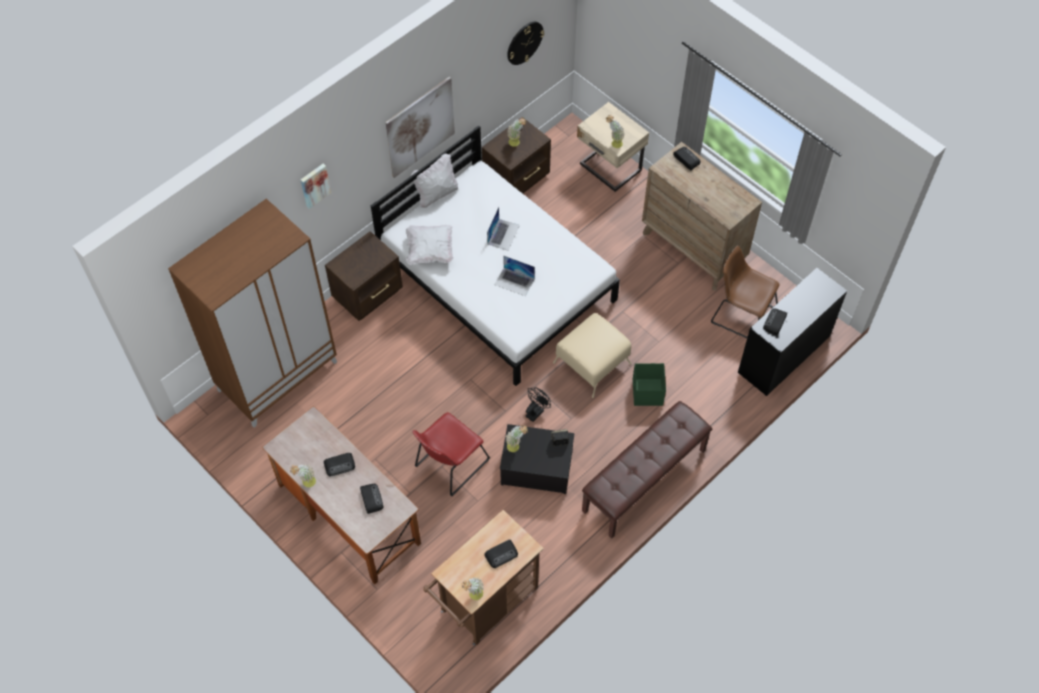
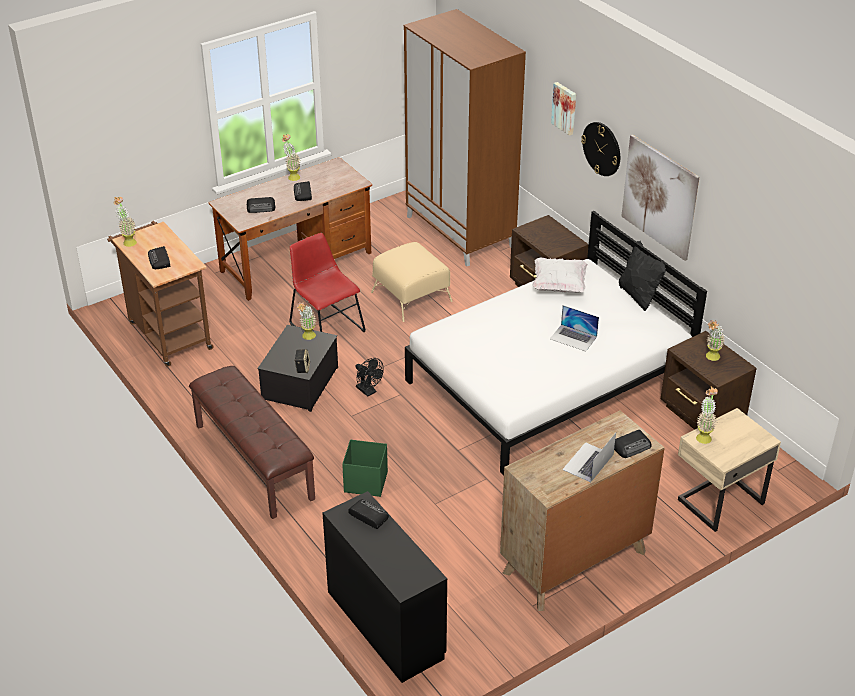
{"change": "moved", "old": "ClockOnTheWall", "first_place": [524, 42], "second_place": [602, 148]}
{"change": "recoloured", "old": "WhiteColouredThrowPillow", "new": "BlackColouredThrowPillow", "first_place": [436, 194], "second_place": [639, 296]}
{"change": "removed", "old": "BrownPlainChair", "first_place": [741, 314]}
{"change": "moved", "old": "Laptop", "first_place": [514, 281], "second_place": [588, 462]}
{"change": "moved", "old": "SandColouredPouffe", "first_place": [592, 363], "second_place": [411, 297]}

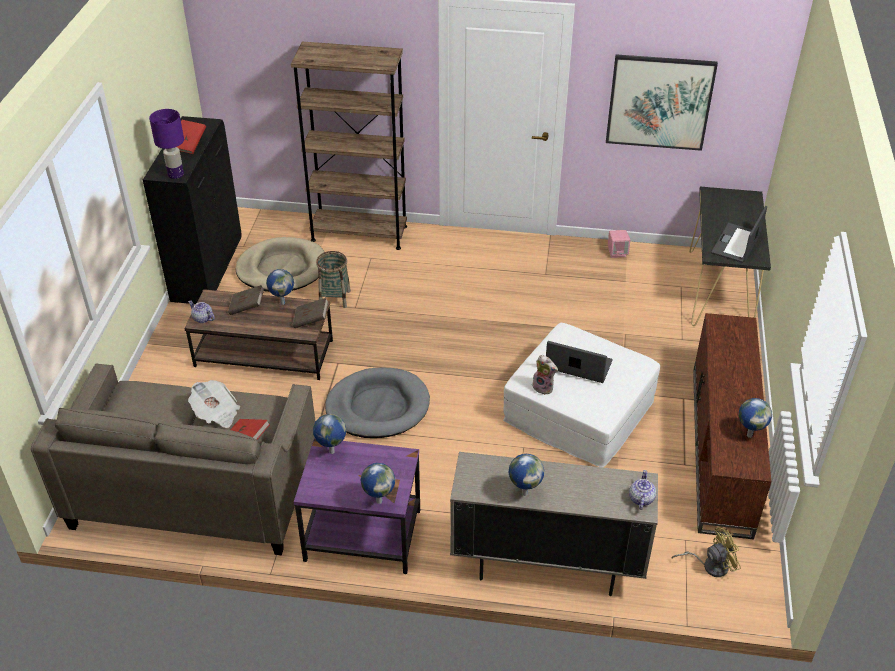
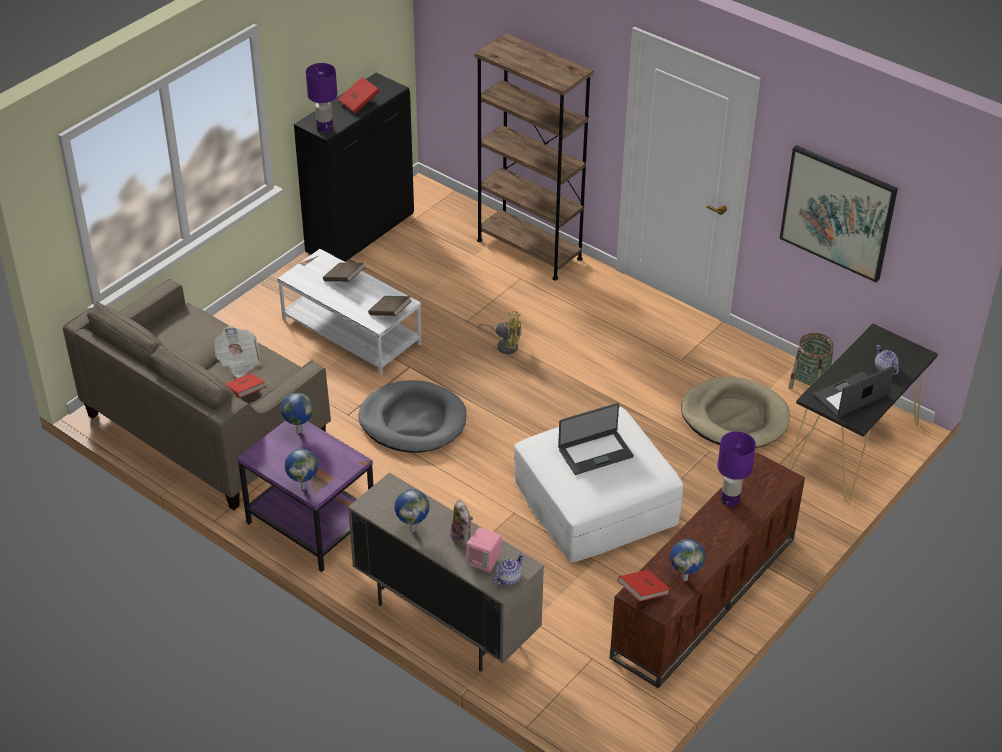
{"change": "moved", "old": "PinkColouredAudioSpeaker", "first_place": [617, 253], "second_place": [484, 562]}
{"change": "moved", "old": "SandColouredDogCushion", "first_place": [282, 269], "second_place": [734, 417]}
{"change": "moved", "old": "StorageBasket", "first_place": [334, 298], "second_place": [808, 385]}
{"change": "removed", "old": "WorldGlobe", "first_place": [282, 302]}
{"change": "recoloured", "old": "BrownCoffeeTable", "new": "WhiteColouredCoffeeTable", "first_place": [263, 354], "second_place": [350, 332]}
{"change": "moved", "old": "Teapot", "first_place": [202, 318], "second_place": [884, 368]}
{"change": "turned", "old": "Laptop", "first_place": [578, 365], "second_place": [595, 452], "degrees": 105}
{"change": "moved", "old": "CuddlyToy", "first_place": [544, 387], "second_place": [462, 538]}
{"change": "moved", "old": "YellowElectricFan", "first_place": [710, 565], "second_place": [505, 345]}
{"change": "added", "new": "PurpleColouredTableLamp", "second_place": [730, 500]}
{"change": "added", "new": "ReddishVolume", "second_place": [642, 592]}

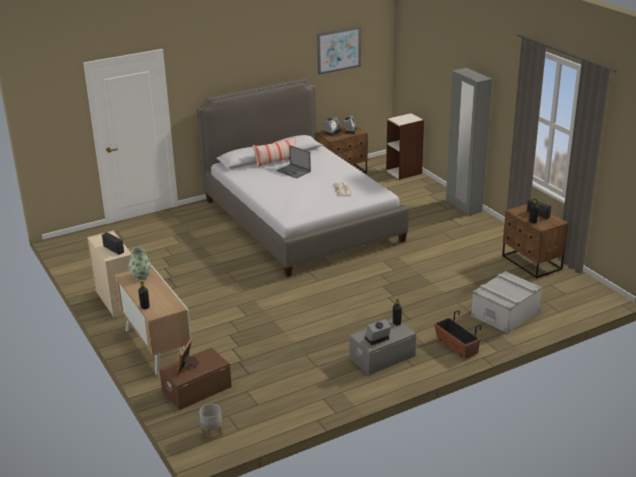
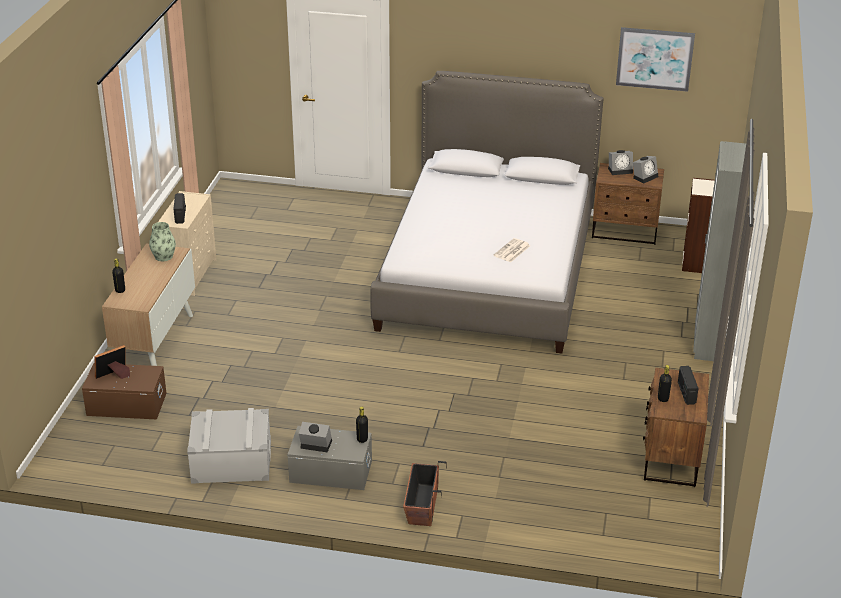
{"change": "removed", "old": "ThrowPillow", "first_place": [276, 162]}
{"change": "removed", "old": "Laptop", "first_place": [294, 171]}
{"change": "moved", "old": "GrayStorageBin", "first_place": [505, 313], "second_place": [231, 461]}
{"change": "removed", "old": "GrayPlanter", "first_place": [211, 433]}

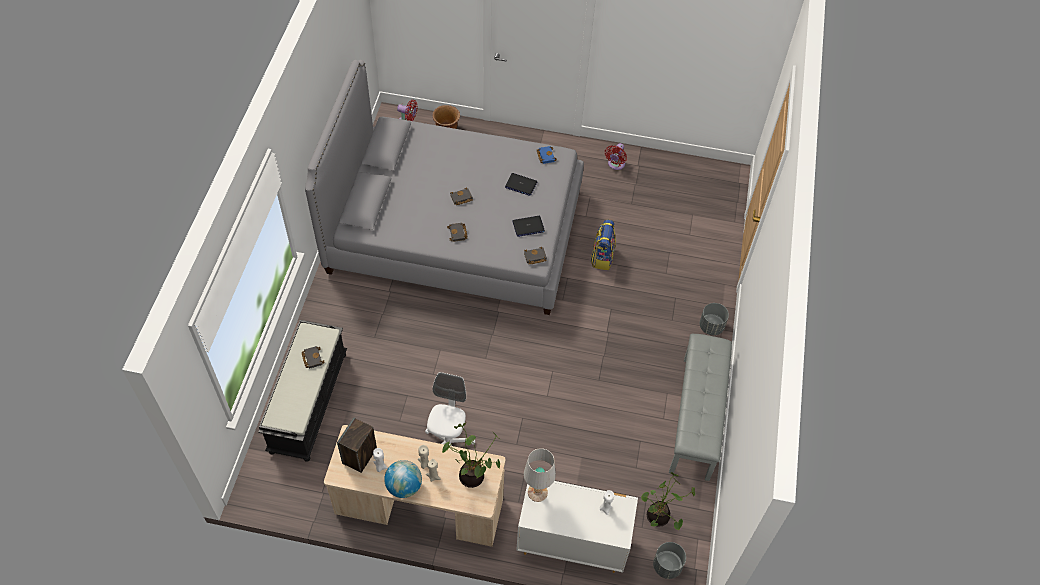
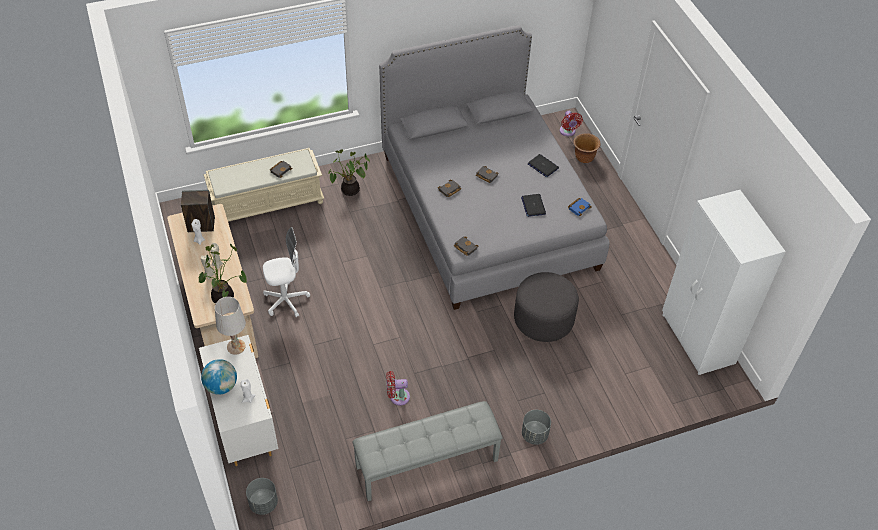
{"change": "moved", "old": "ReddishElectricFan", "first_place": [615, 165], "second_place": [397, 397]}
{"change": "moved", "old": "Laptop", "first_place": [528, 226], "second_place": [543, 166]}
{"change": "replaced", "old": "Knapsack", "new": "GrayPouffe", "first_place": [602, 257], "second_place": [543, 319]}
{"change": "recoloured", "old": "BlackColouredLongSeat", "new": "SandColouredLongSeat", "first_place": [308, 401], "second_place": [268, 203]}
{"change": "moved", "old": "WorldGlobe", "first_place": [404, 486], "second_place": [221, 386]}
{"change": "moved", "old": "PottedPlant", "first_place": [659, 518], "second_place": [349, 191]}
{"change": "added", "new": "WhiteColouredArmoire", "second_place": [697, 340]}

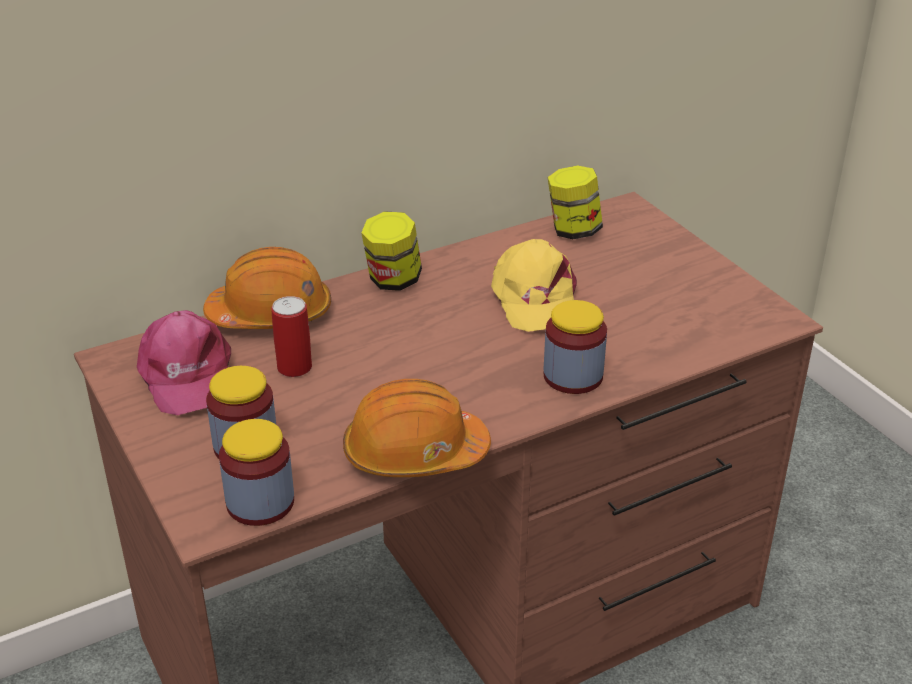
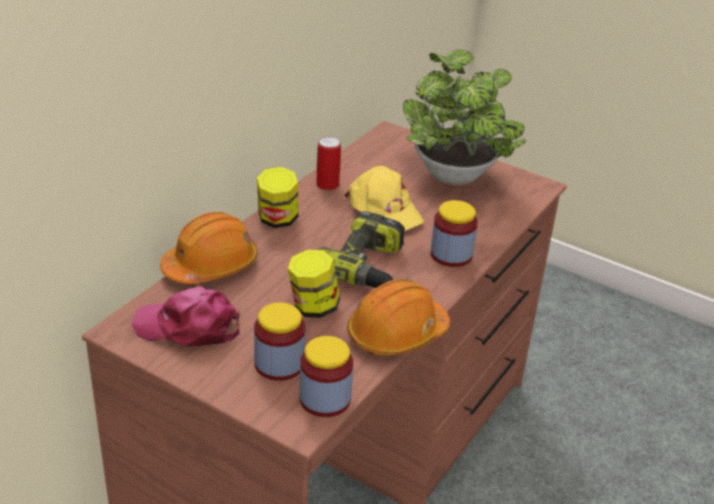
{"change": "moved", "old": "StorageJar", "first_place": [573, 231], "second_place": [313, 307]}
{"change": "moved", "old": "Can", "first_place": [294, 367], "second_place": [327, 185]}
{"change": "turned", "old": "PinkColouredPeakedCap", "first_place": [186, 375], "second_place": [188, 327], "degrees": 150}
{"change": "added", "new": "PottedPlant", "second_place": [456, 178]}
{"change": "added", "new": "PowerDrill", "second_place": [368, 266]}

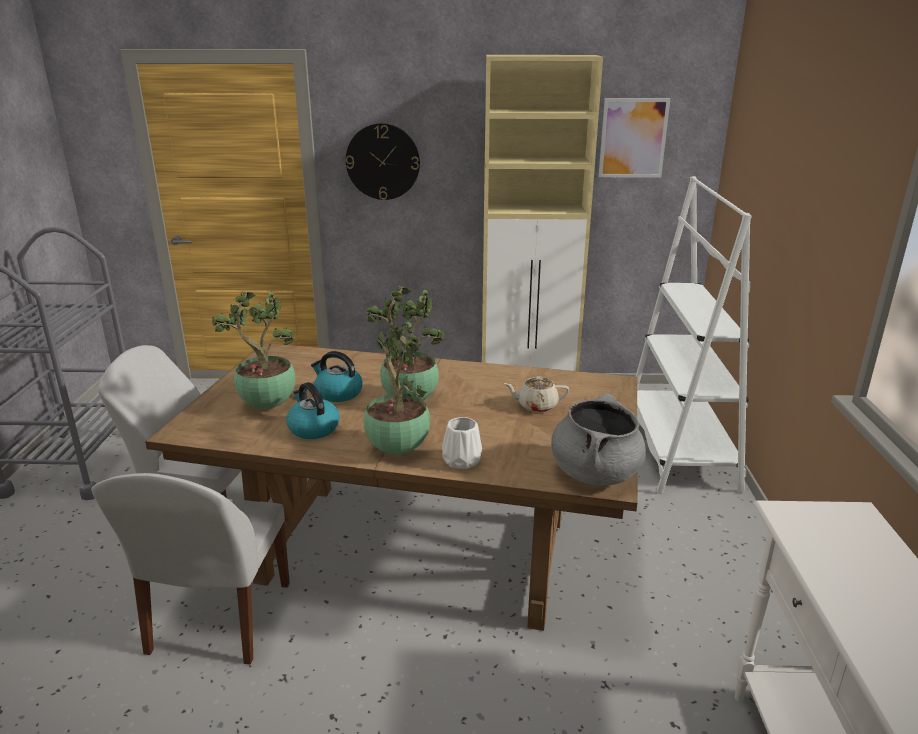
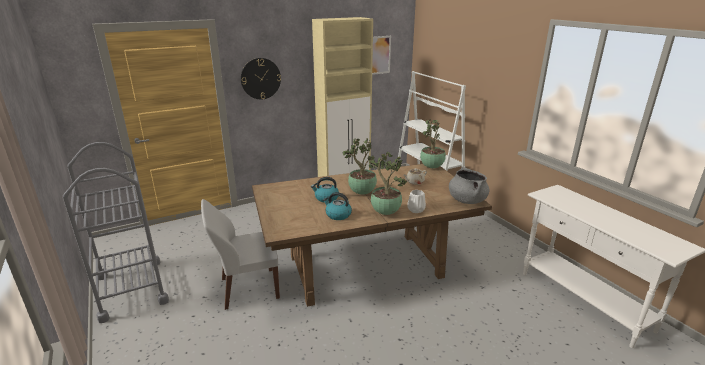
{"change": "moved", "old": "PottedPlant", "first_place": [266, 405], "second_place": [431, 167]}
{"change": "removed", "old": "WhiteColouredPlainChair", "first_place": [218, 621]}

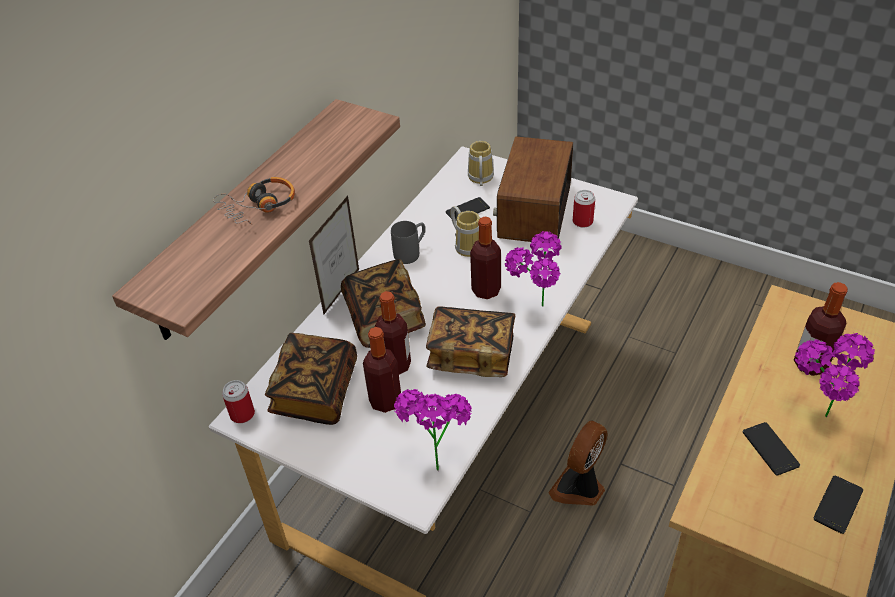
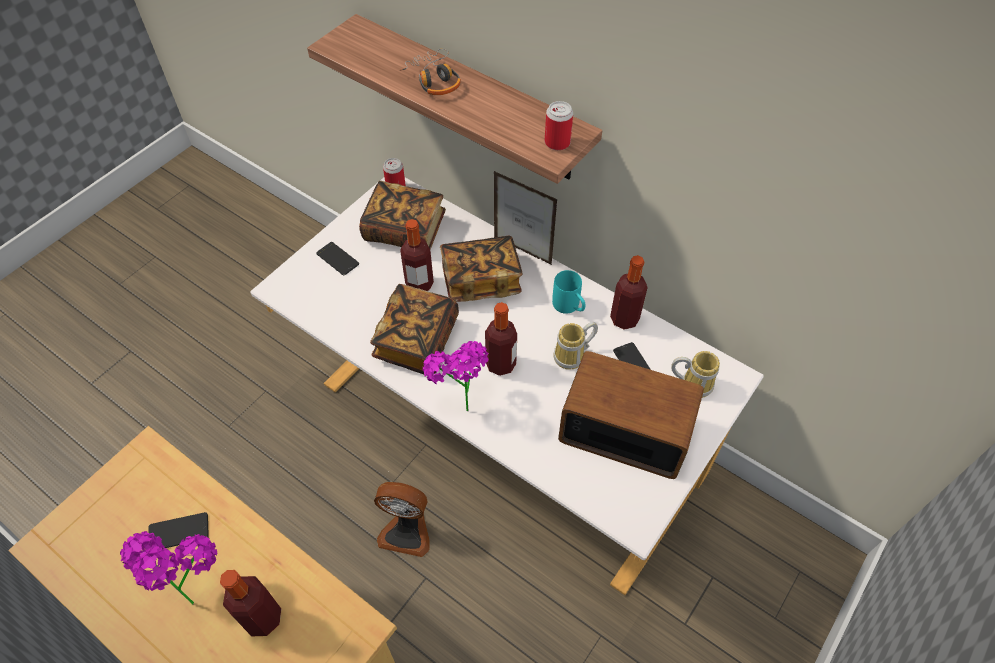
{"change": "moved", "old": "Can", "first_place": [582, 221], "second_place": [557, 142]}
{"change": "recoloured", "old": "GrayTeaMug", "new": "TurquoiseColouredTeaMug", "first_place": [411, 252], "second_place": [569, 307]}
{"change": "moved", "old": "Bottle", "first_place": [385, 401], "second_place": [624, 319]}
{"change": "removed", "old": "PottedPlant", "first_place": [435, 458]}
{"change": "turned", "old": "ElectricFan", "first_place": [579, 488], "second_place": [407, 531], "degrees": 150}
{"change": "moved", "old": "Handset", "first_place": [838, 504], "second_place": [337, 259]}

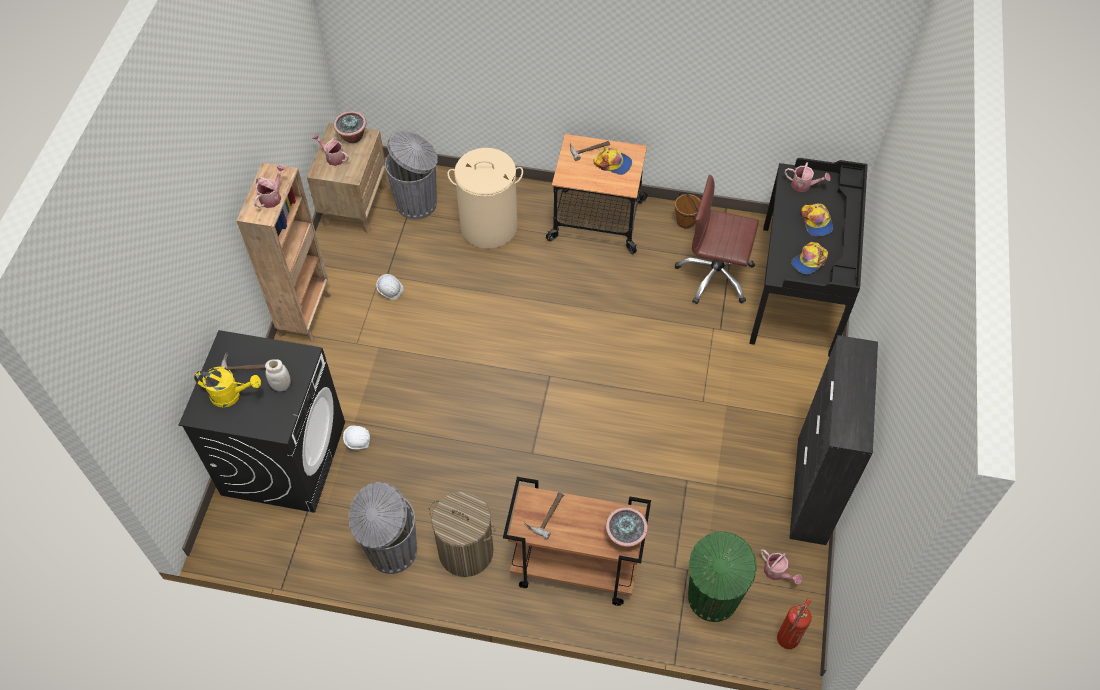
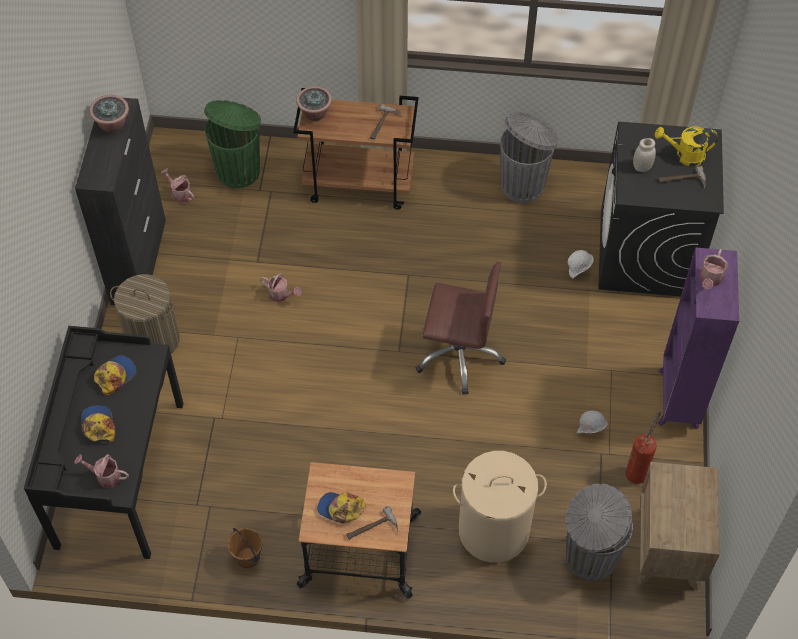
{"change": "moved", "old": "PottedPlant", "first_place": [352, 137], "second_place": [113, 124]}
{"change": "moved", "old": "WateringPot", "first_place": [333, 157], "second_place": [281, 295]}
{"change": "recoloured", "old": "BrownShelvingUnit", "new": "PurpleColouredShelvingUnit", "first_place": [306, 313], "second_place": [678, 400]}
{"change": "moved", "old": "BrownDeskChair", "first_place": [715, 276], "second_place": [459, 354]}
{"change": "moved", "old": "Hamper", "first_place": [466, 551], "second_place": [153, 339]}
{"change": "moved", "old": "Extinguisher", "first_place": [785, 643], "second_place": [638, 470]}

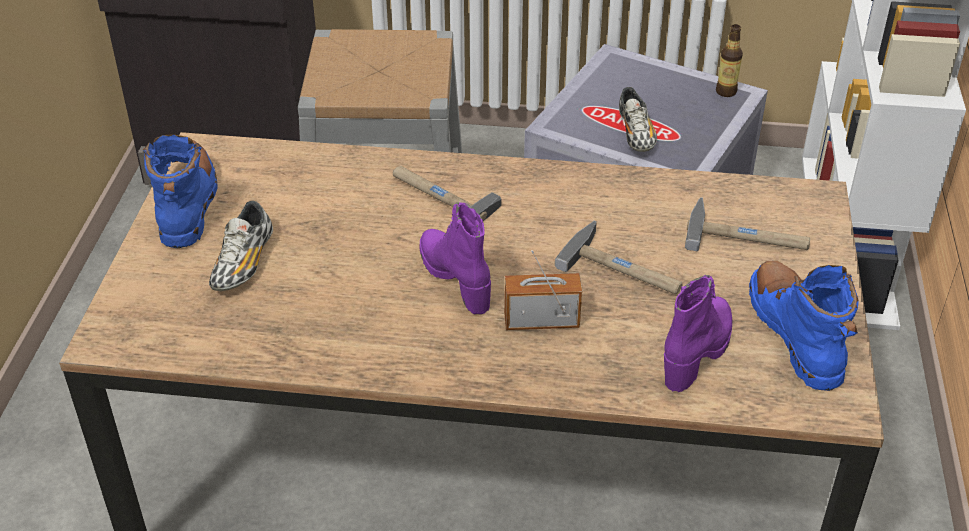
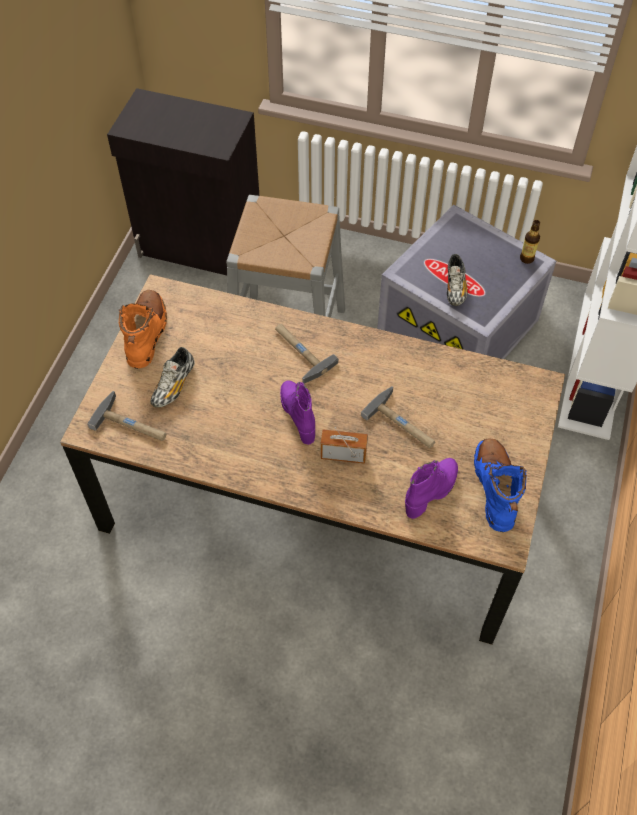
{"change": "recoloured", "old": "BlueColouredHighTopBoot", "new": "OrangeColouredHighTopBoot", "first_place": [187, 204], "second_place": [146, 334]}
{"change": "moved", "old": "ToolHammer", "first_place": [747, 237], "second_place": [132, 424]}

